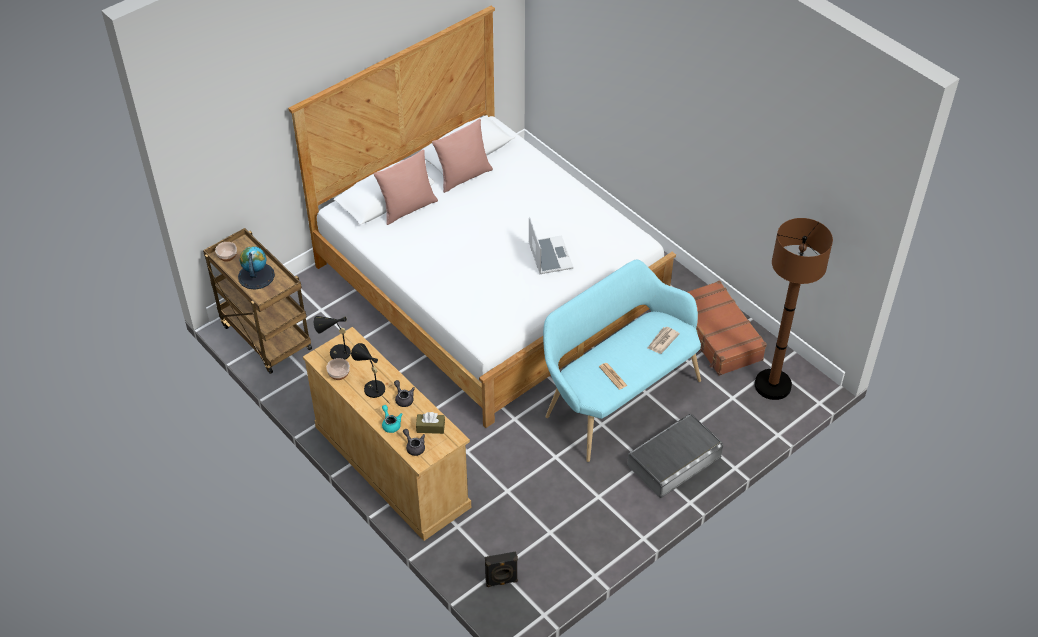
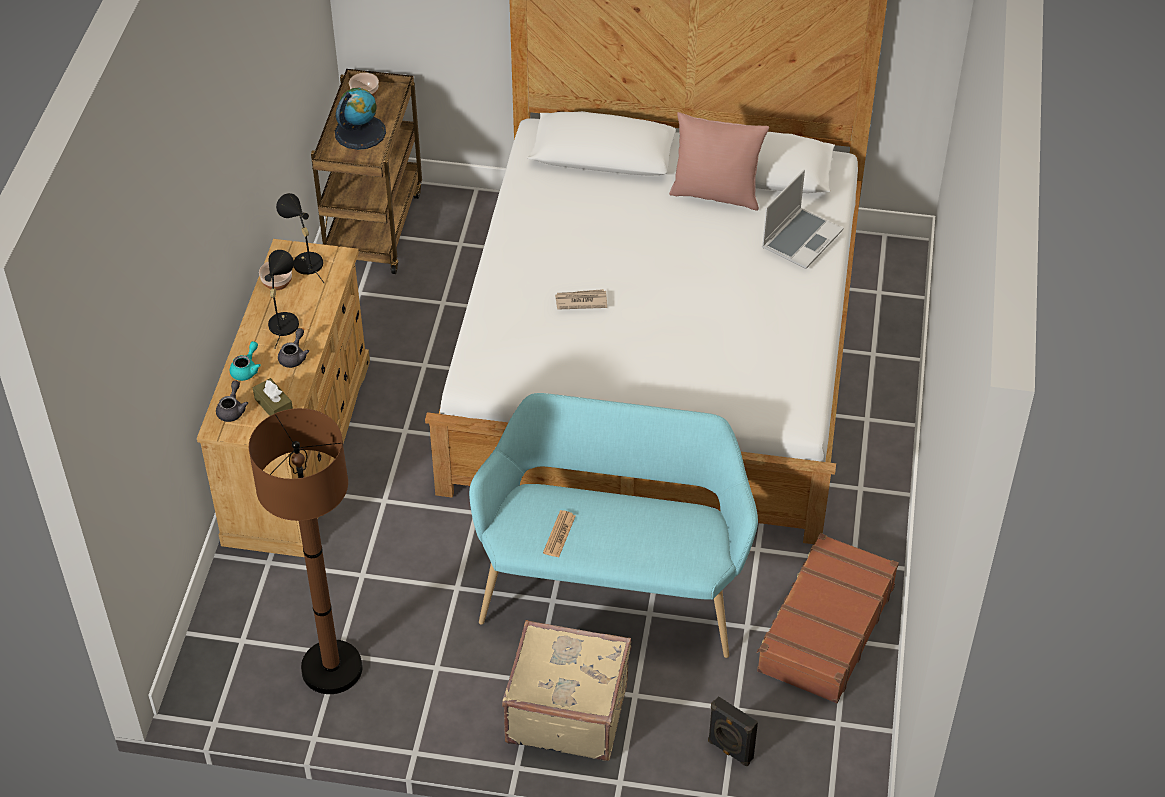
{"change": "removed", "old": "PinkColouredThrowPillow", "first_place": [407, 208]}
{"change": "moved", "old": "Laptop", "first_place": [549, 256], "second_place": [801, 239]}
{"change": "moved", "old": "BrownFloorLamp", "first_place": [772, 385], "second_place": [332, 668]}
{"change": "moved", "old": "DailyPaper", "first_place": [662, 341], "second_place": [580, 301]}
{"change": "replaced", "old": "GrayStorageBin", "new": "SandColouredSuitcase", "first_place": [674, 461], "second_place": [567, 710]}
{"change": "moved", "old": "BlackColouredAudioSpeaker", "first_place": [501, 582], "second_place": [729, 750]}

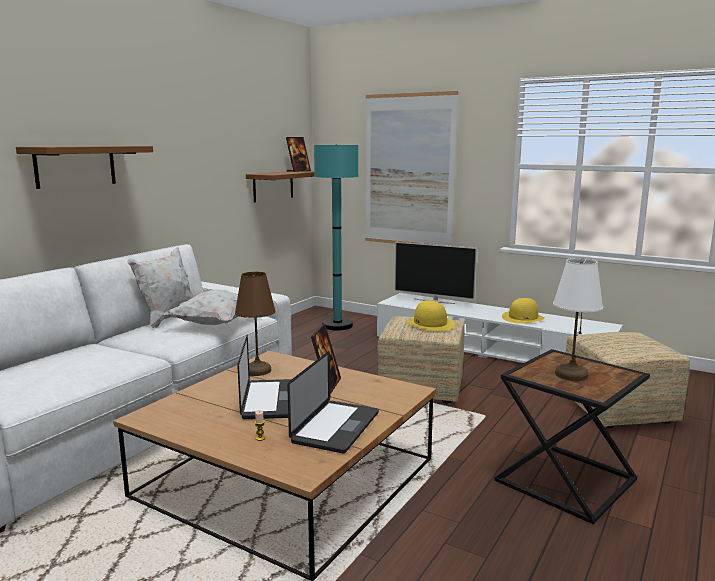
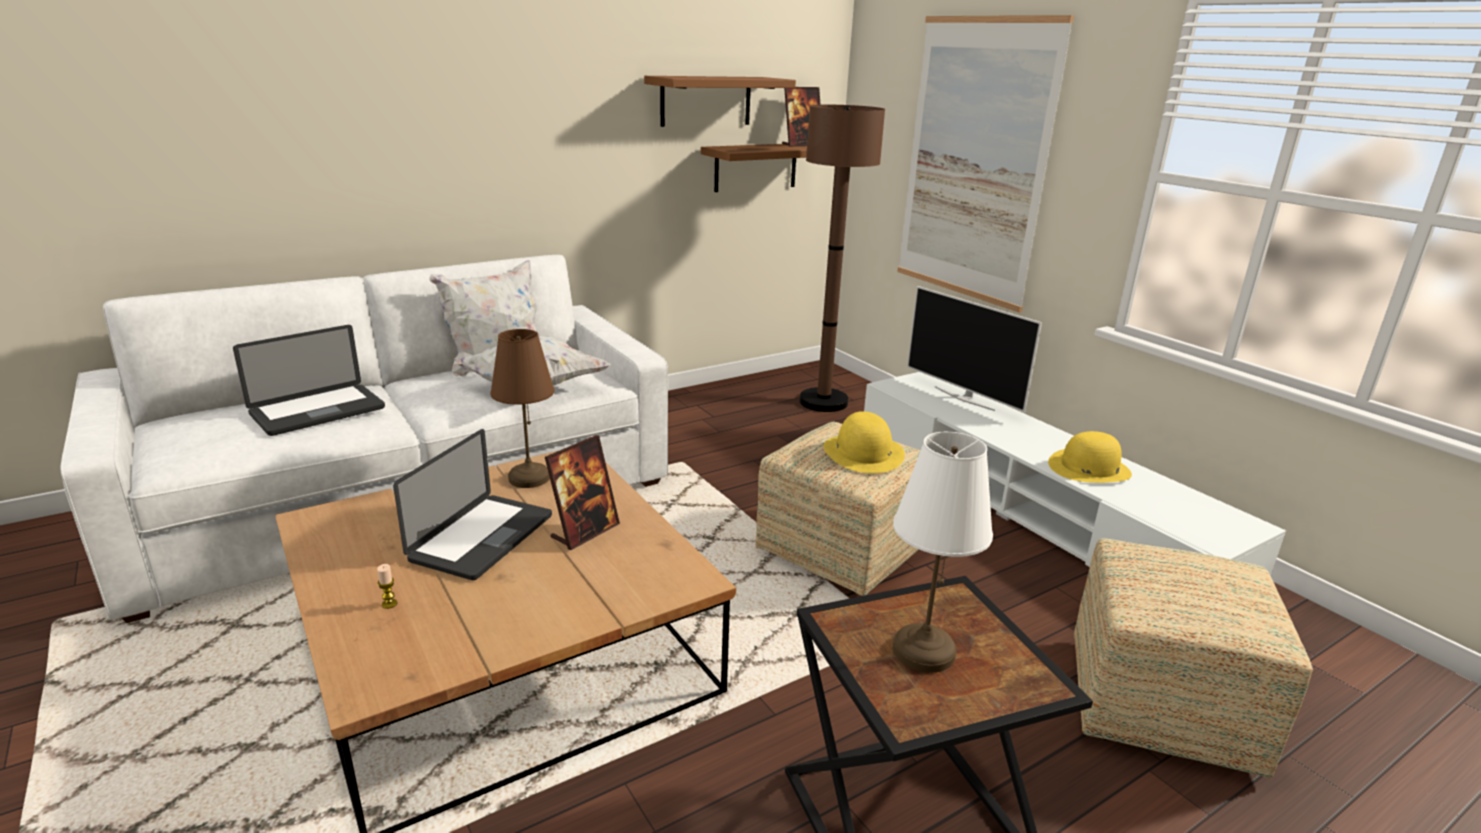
{"change": "recoloured", "old": "TurquoiseColouredFloorLamp", "new": "BrownFloorLamp", "first_place": [337, 325], "second_place": [823, 402]}
{"change": "moved", "old": "BrownBracketShelf", "first_place": [75, 166], "second_place": [706, 101]}
{"change": "moved", "old": "Laptop", "first_place": [336, 427], "second_place": [318, 411]}

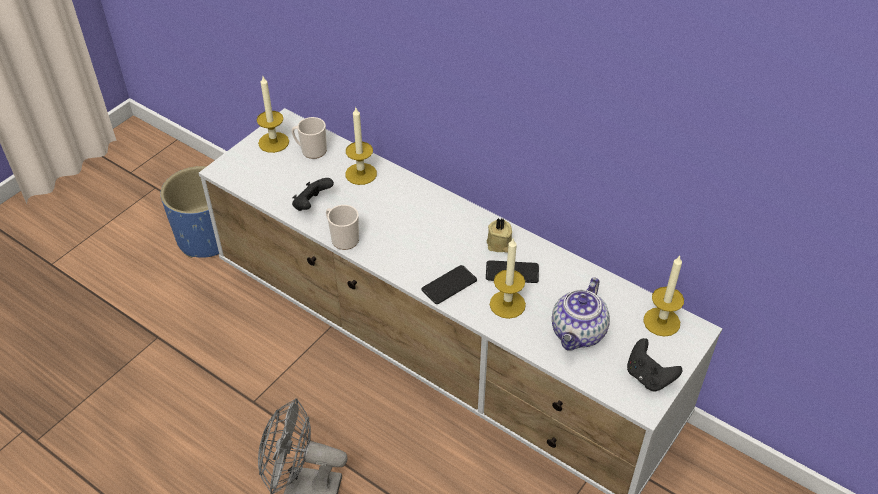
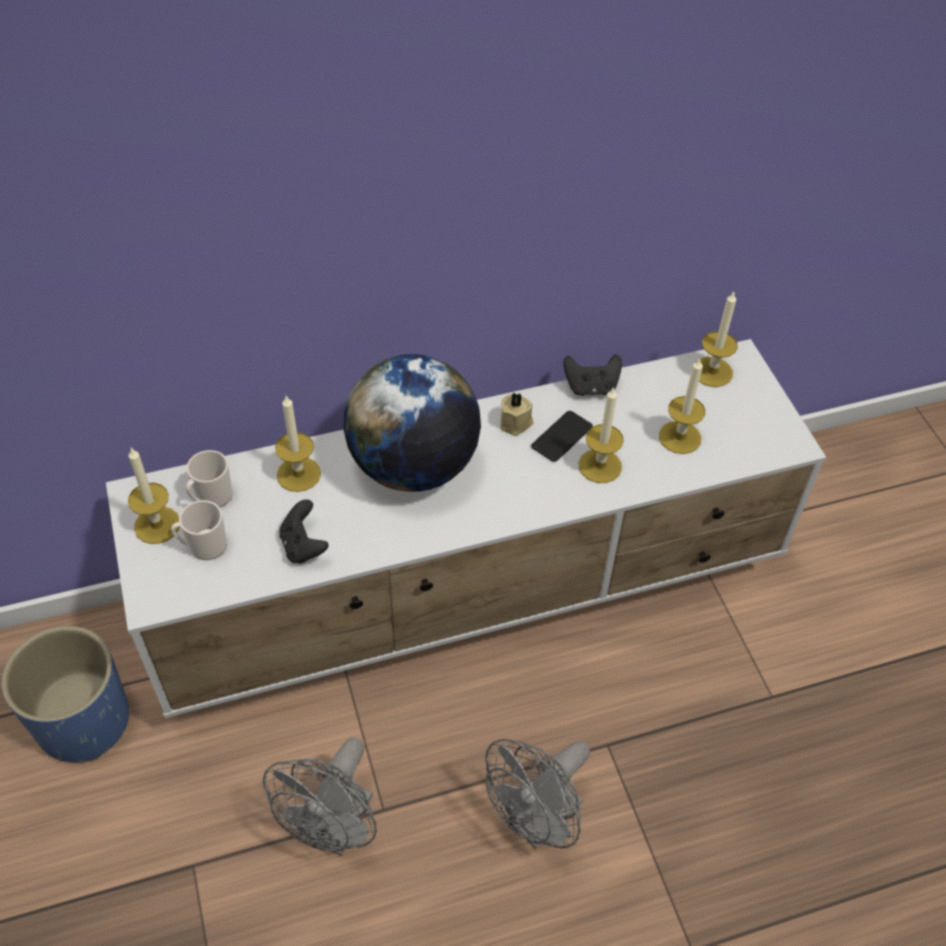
{"change": "moved", "old": "TeaMug", "first_place": [342, 238], "second_place": [203, 546]}
{"change": "removed", "old": "Handset", "first_place": [449, 285]}
{"change": "replaced", "old": "Teapot", "new": "WaxCandle", "first_place": [578, 334], "second_place": [679, 437]}
{"change": "moved", "old": "BlackColouredJoypad", "first_place": [648, 377], "second_place": [591, 387]}
{"change": "added", "new": "WorldGlobe", "second_place": [414, 466]}
{"change": "added", "new": "GrayElectricFan", "second_place": [335, 830]}

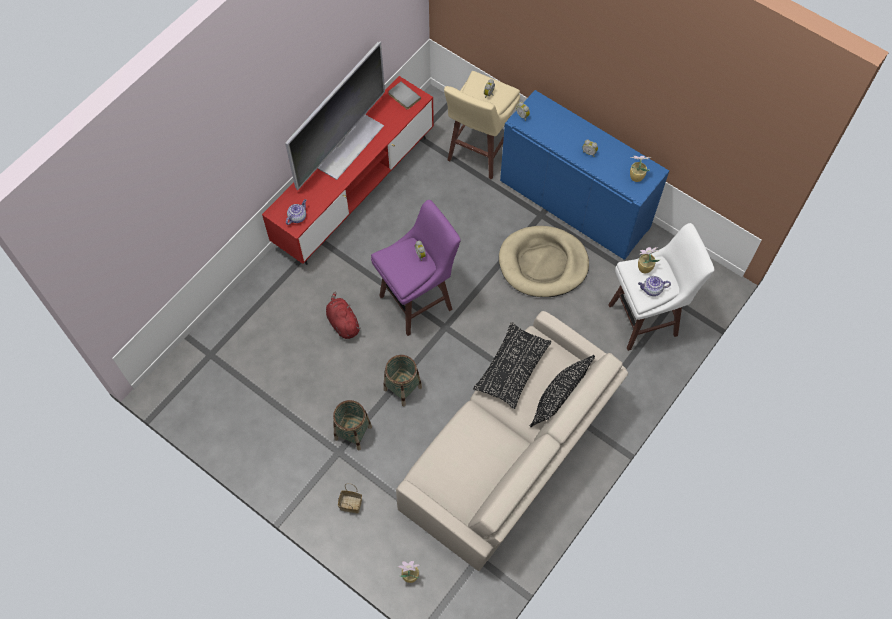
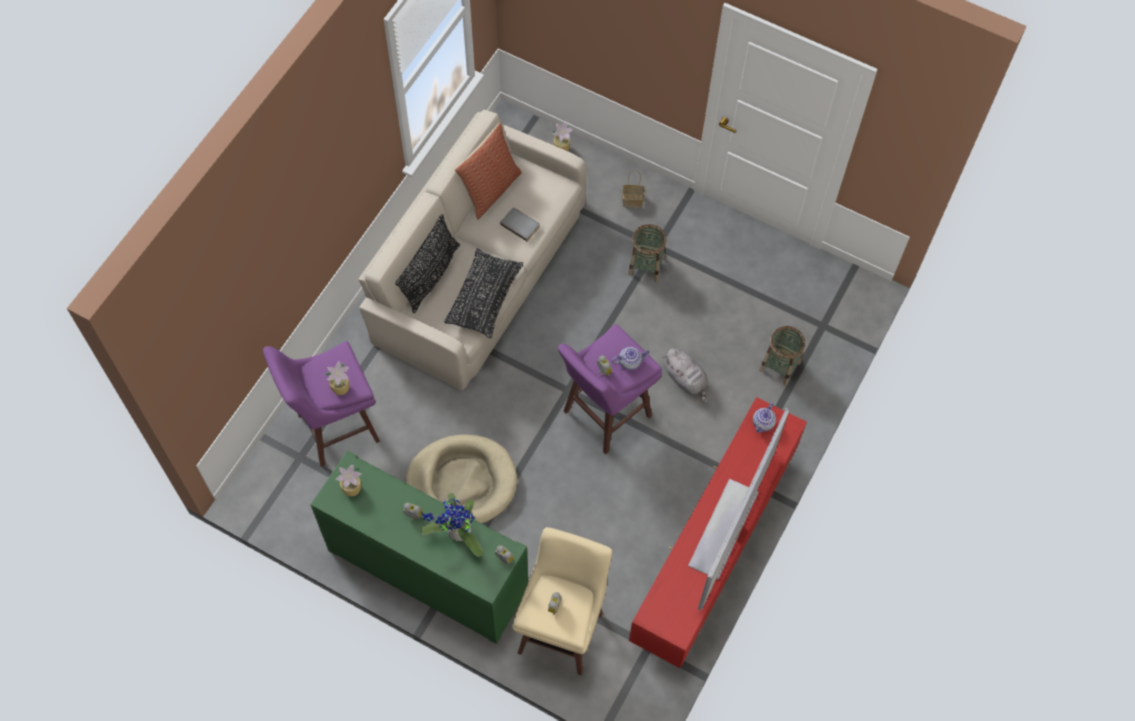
{"change": "moved", "old": "GrayVolume", "first_place": [403, 97], "second_place": [521, 224]}
{"change": "recoloured", "old": "BlueColouredCupboard", "new": "GreenCupboard", "first_place": [574, 204], "second_place": [427, 570]}
{"change": "recoloured", "old": "WhiteColouredSittingStool", "new": "PurpleColouredSittingStool", "first_place": [645, 320], "second_place": [335, 428]}
{"change": "moved", "old": "Teapot", "first_place": [651, 290], "second_place": [630, 362]}
{"change": "recoloured", "old": "ReddishCuddlyToy", "new": "GrayCuddlyToy", "first_place": [342, 322], "second_place": [686, 379]}
{"change": "moved", "old": "StorageBasket", "first_place": [402, 388], "second_place": [780, 366]}
{"change": "added", "new": "ThrowPillow", "second_place": [490, 189]}
{"change": "added", "new": "PottedPlant", "second_place": [456, 533]}

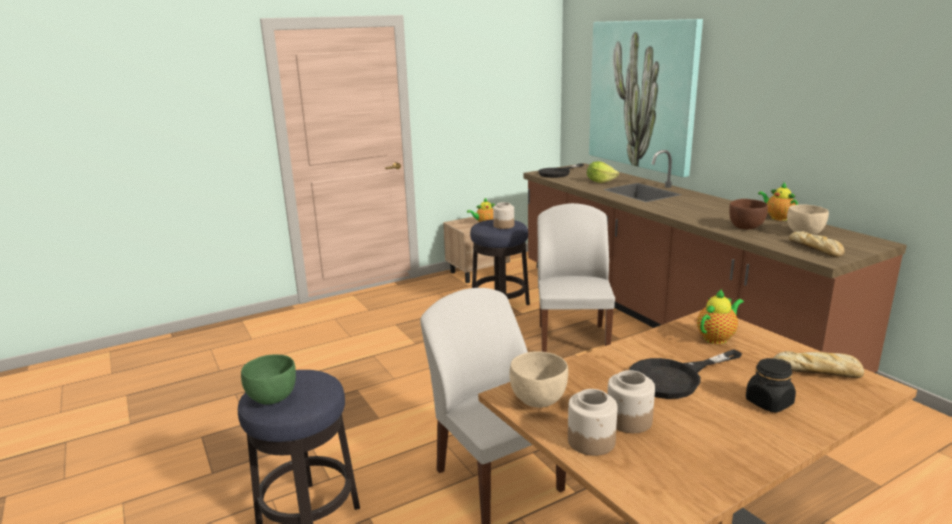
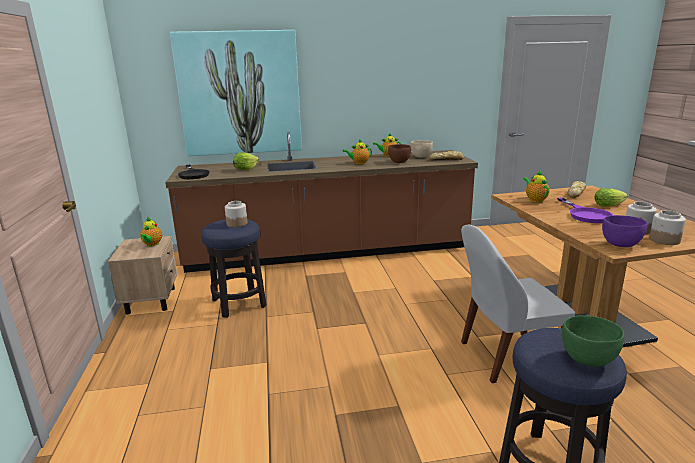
{"change": "removed", "old": "WhiteColouredPlainChair", "first_place": [573, 339]}
{"change": "recoloured", "old": "BlackColouredFryingPan", "new": "PurpleColouredFryingPan", "first_place": [674, 378], "second_place": [585, 214]}
{"change": "recoloured", "old": "SandColouredServingBowl", "new": "PurpleColouredServingBowl", "first_place": [538, 401], "second_place": [620, 245]}
{"change": "replaced", "old": "BlackColouredStorageJar", "new": "LettuceHead", "first_place": [768, 403], "second_place": [610, 205]}
{"change": "added", "new": "Teapot", "second_place": [359, 163]}

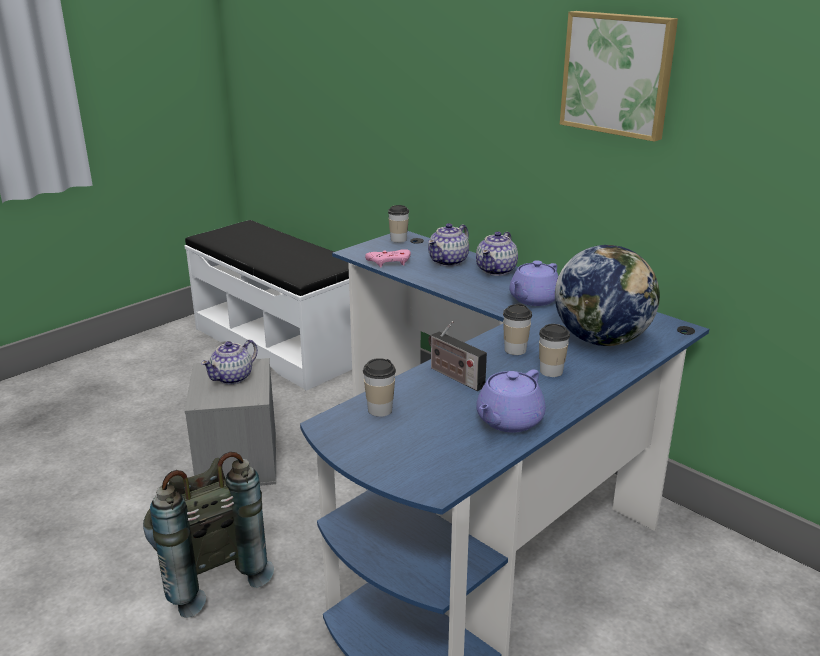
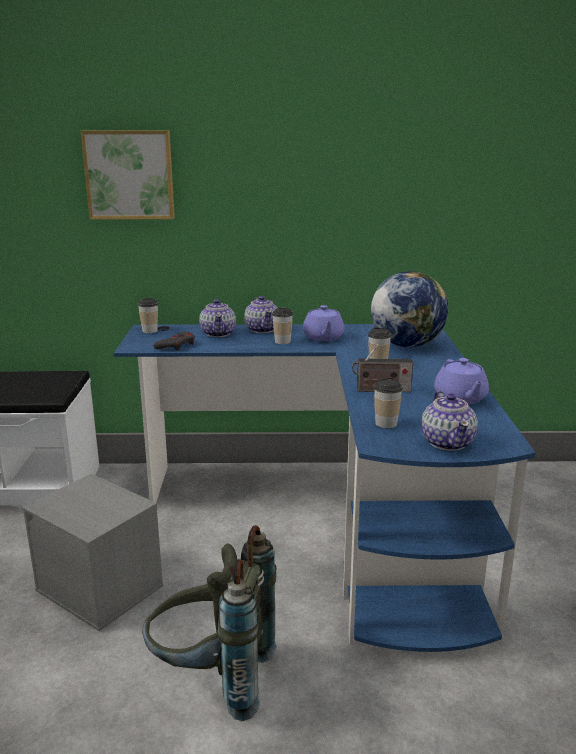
{"change": "moved", "old": "WallArt", "first_place": [618, 74], "second_place": [130, 175]}
{"change": "recoloured", "old": "PinkColouredJoypad", "new": "GrayJoypad", "first_place": [389, 262], "second_place": [176, 345]}
{"change": "moved", "old": "Cup", "first_place": [551, 371], "second_place": [282, 341]}
{"change": "moved", "old": "Teapot", "first_place": [233, 377], "second_place": [447, 442]}

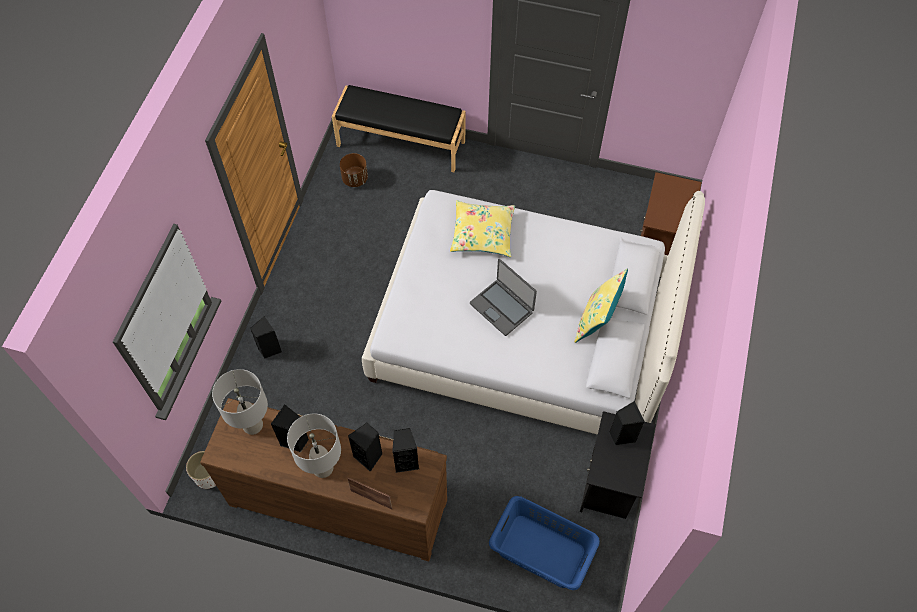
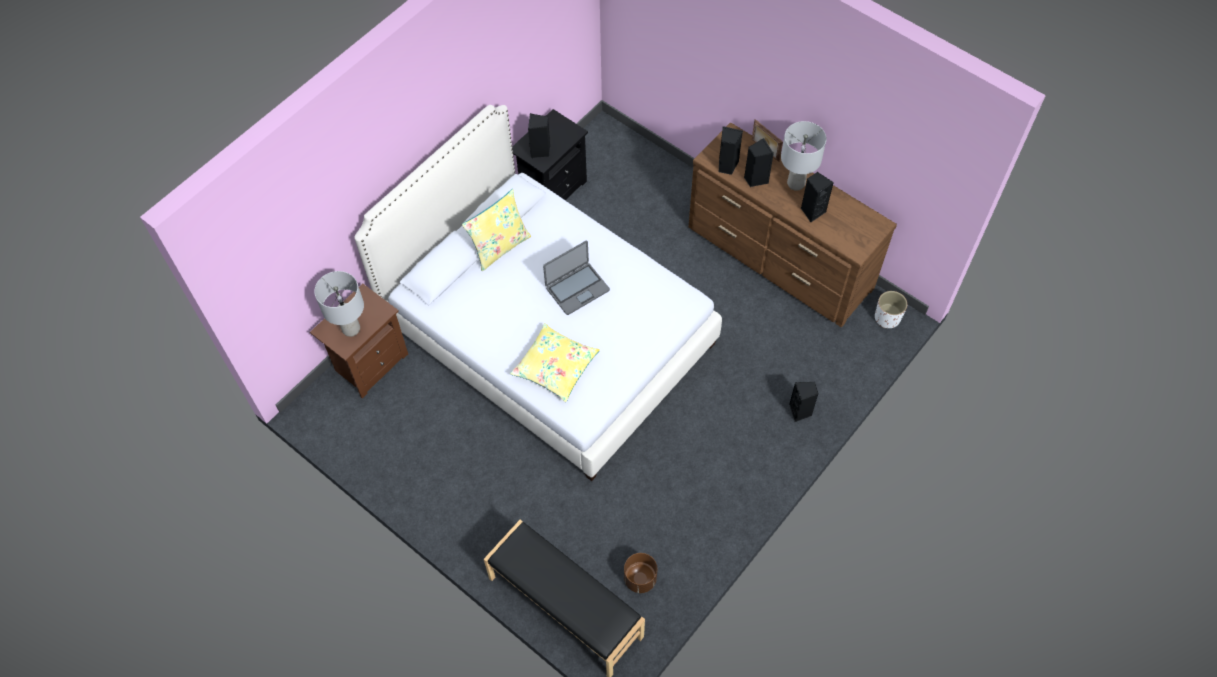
{"change": "turned", "old": "Laptop", "first_place": [502, 307], "second_place": [577, 288], "degrees": 75}
{"change": "moved", "old": "GrayTableLamp", "first_place": [253, 425], "second_place": [351, 329]}
{"change": "removed", "old": "BlueColouredHamper", "first_place": [541, 550]}

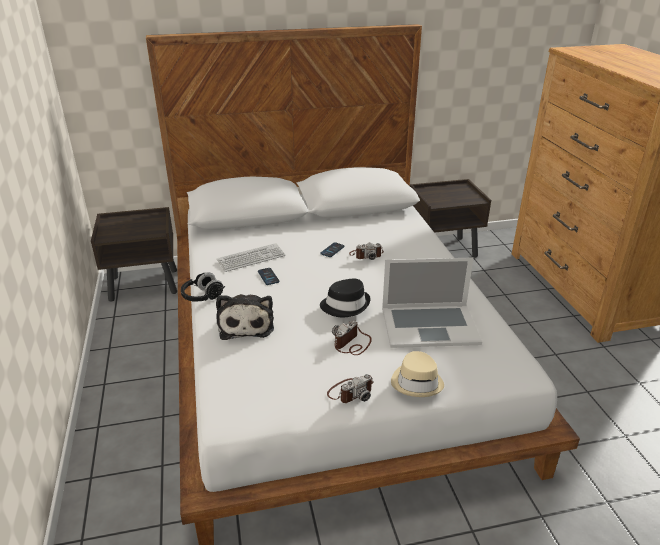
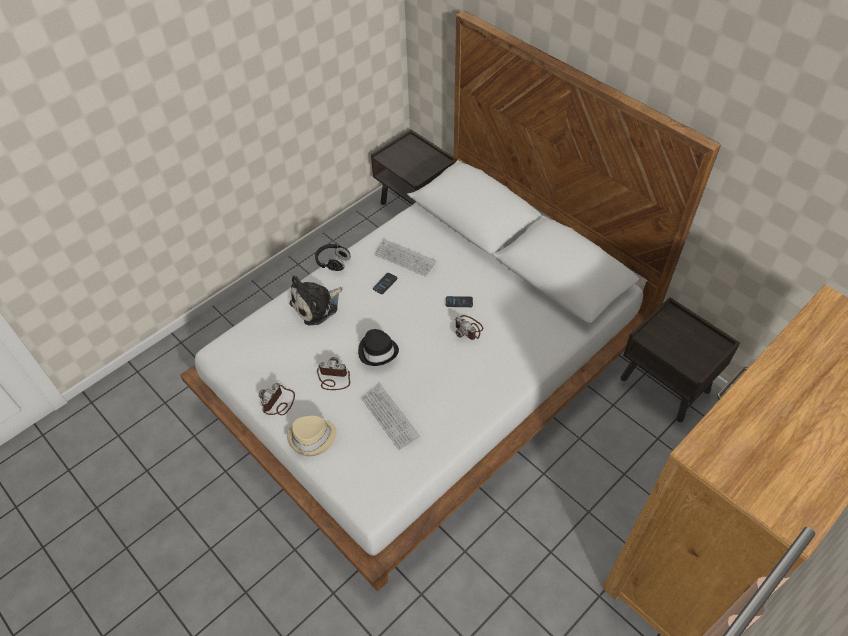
{"change": "replaced", "old": "Laptop", "new": "Keyboard", "first_place": [429, 325], "second_place": [390, 418]}
{"change": "turned", "old": "StillCamera", "first_place": [350, 392], "second_place": [278, 402], "degrees": 90}

